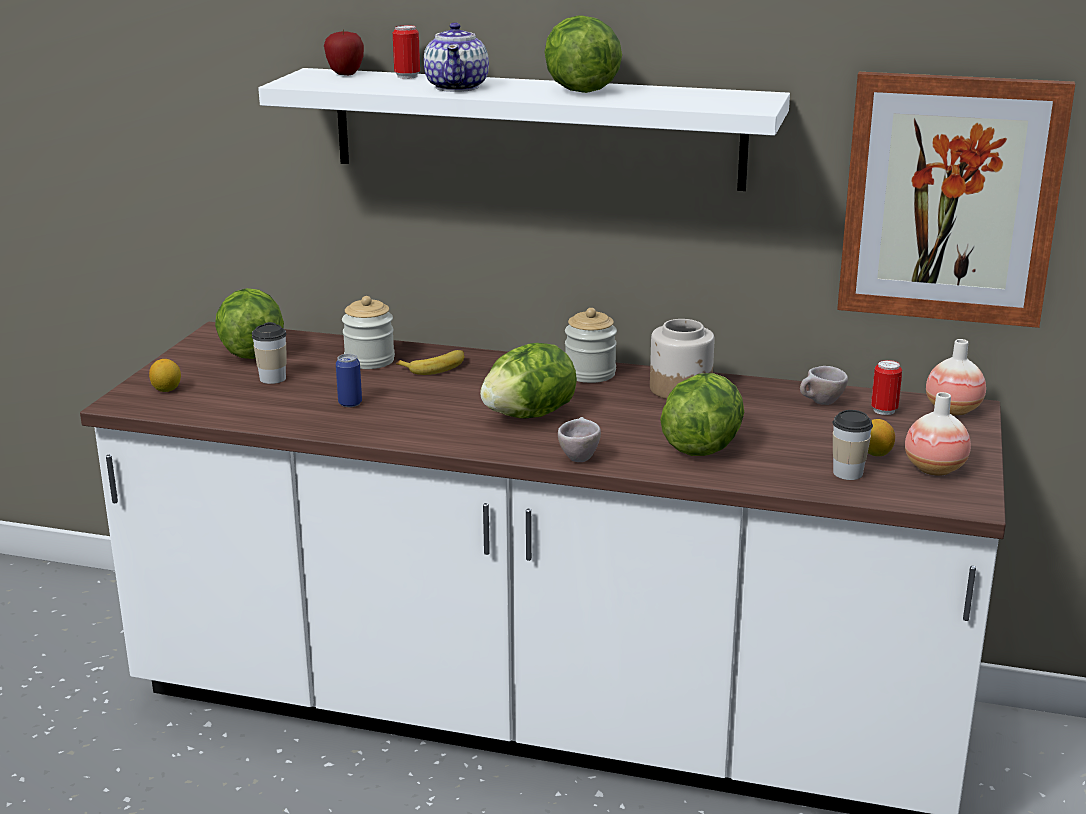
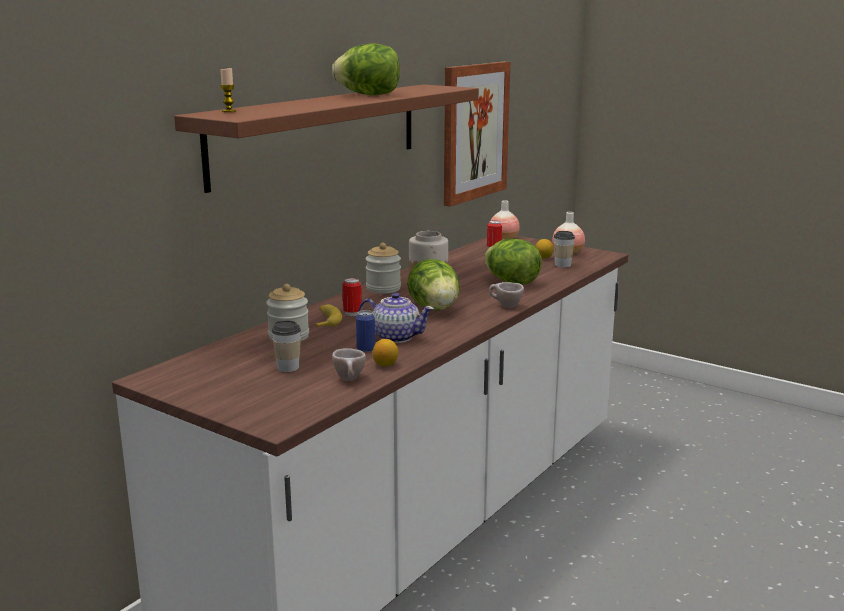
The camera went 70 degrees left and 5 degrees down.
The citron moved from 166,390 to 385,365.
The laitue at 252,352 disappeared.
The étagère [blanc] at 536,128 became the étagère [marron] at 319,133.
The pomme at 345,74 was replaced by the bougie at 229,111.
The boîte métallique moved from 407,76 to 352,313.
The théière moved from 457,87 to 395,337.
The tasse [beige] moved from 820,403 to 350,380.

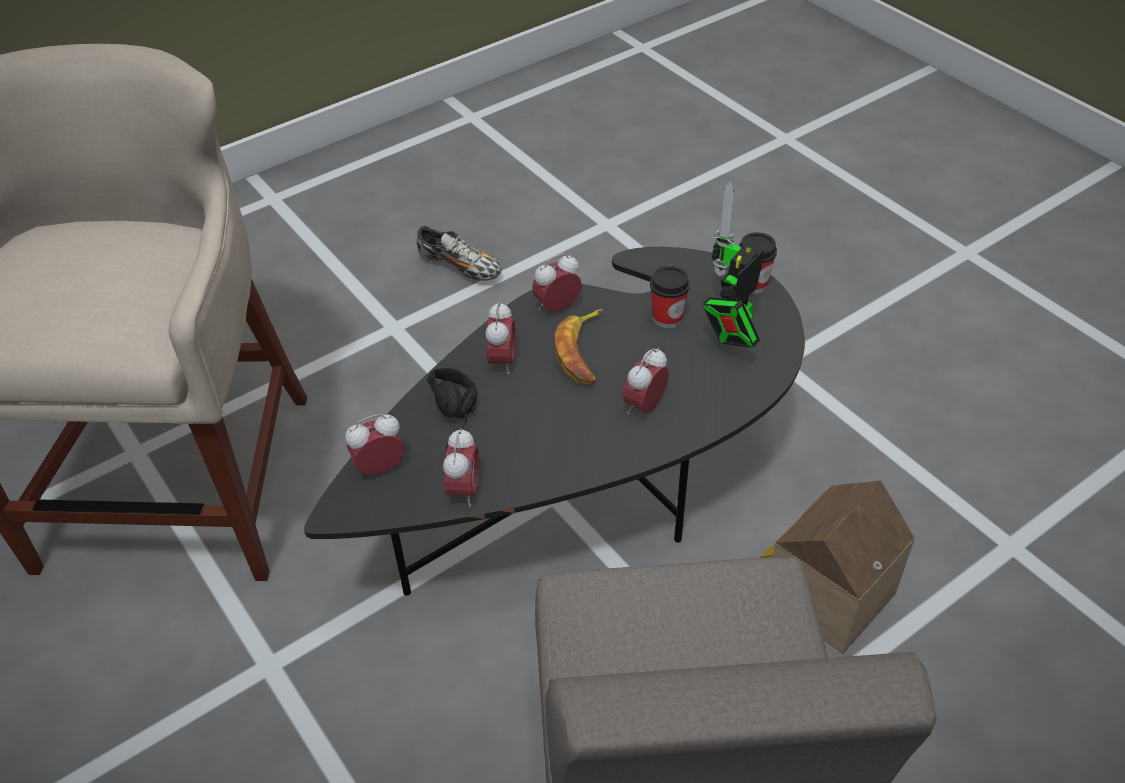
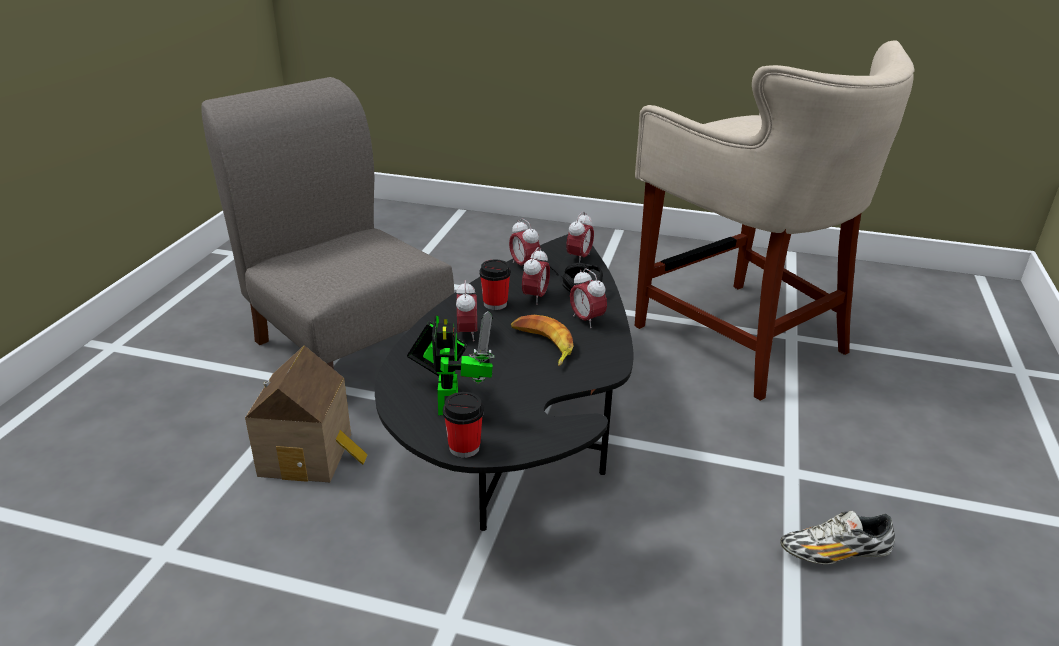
The camera went 140 degrees right and 15 degrees down.
The réveil moved from 557,307 to 535,297.
The tasse moved from 667,318 to 495,304.

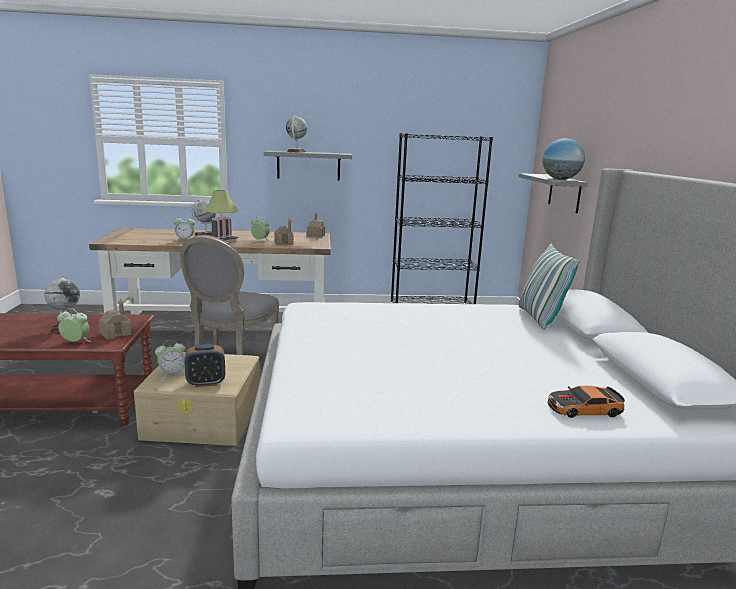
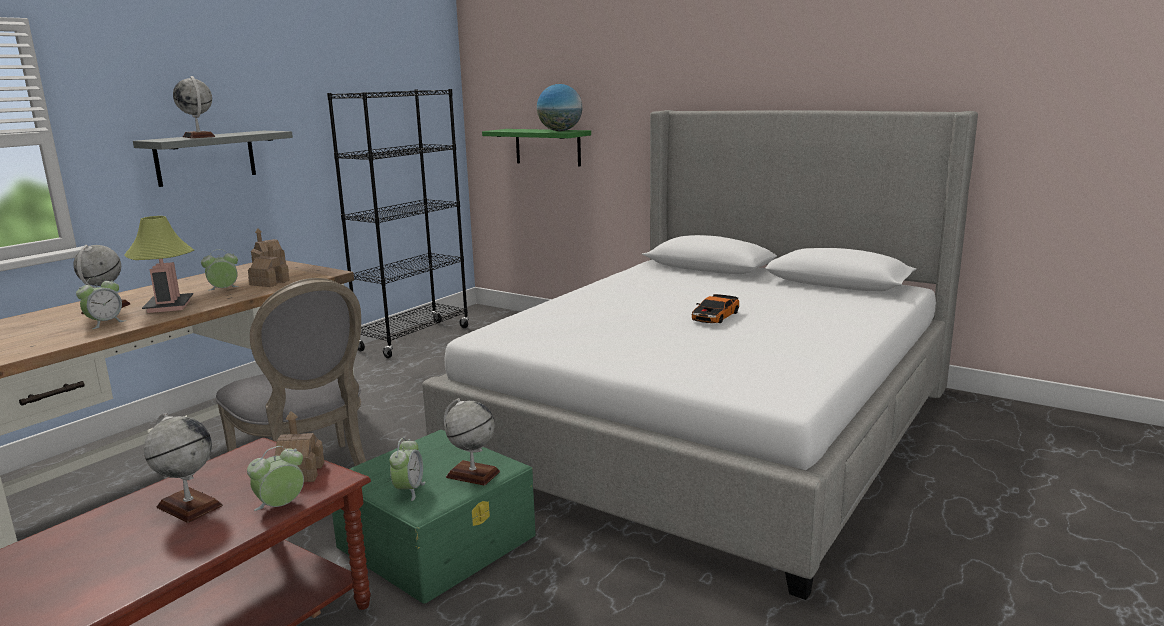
The camera went 50 degrees left and 0 degrees up.
The boîte de rangement [beige] at 204,418 became the boîte de rangement [vert] at 438,540.
The réveil at 206,383 was replaced by the globe at 472,474.
The étagère [gris] at 564,193 became the étagère [vert] at 547,147.
The coussin at 539,318 disappeared.
The petite voiture moved from 584,409 to 715,316.

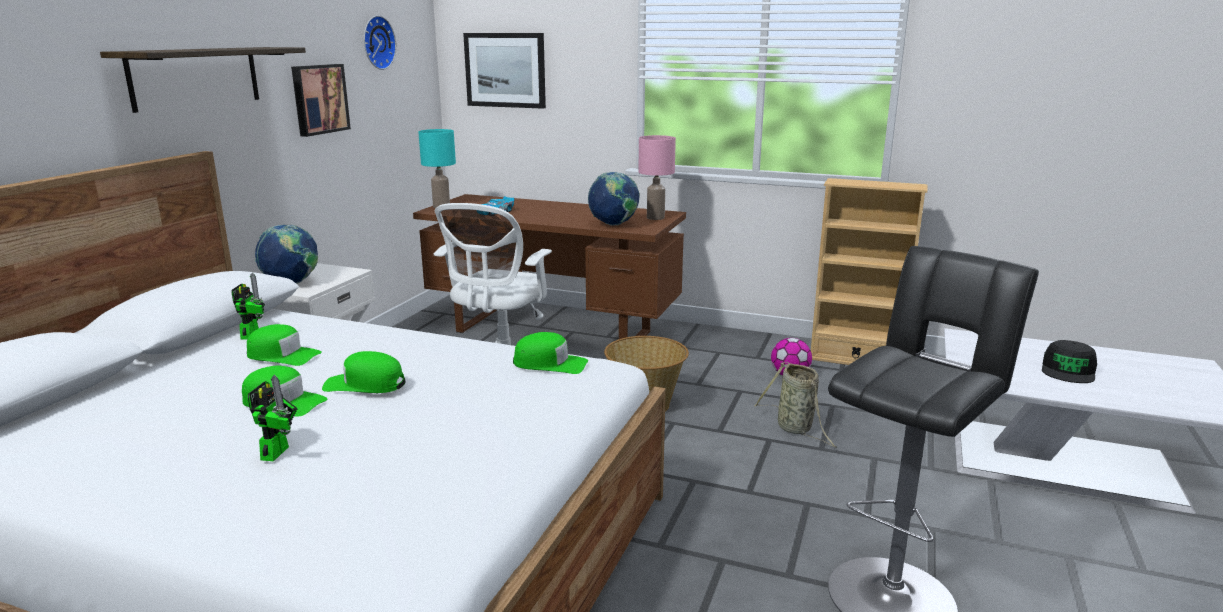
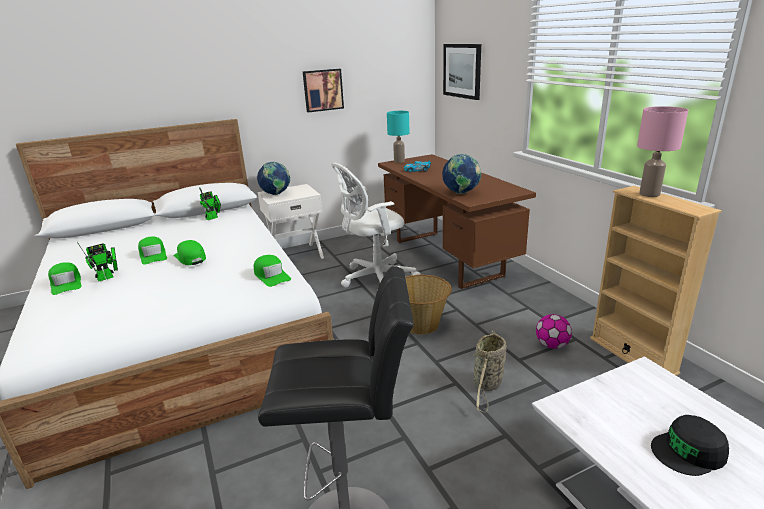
The camera went 45 degrees right and 5 degrees up.
The étagère at 195,77 disappeared.
The casquette [vert] moved from 283,355 to 66,283.
The horloge murale at 376,42 disappeared.
The lampe de table [rose] moved from 655,218 to 648,194.

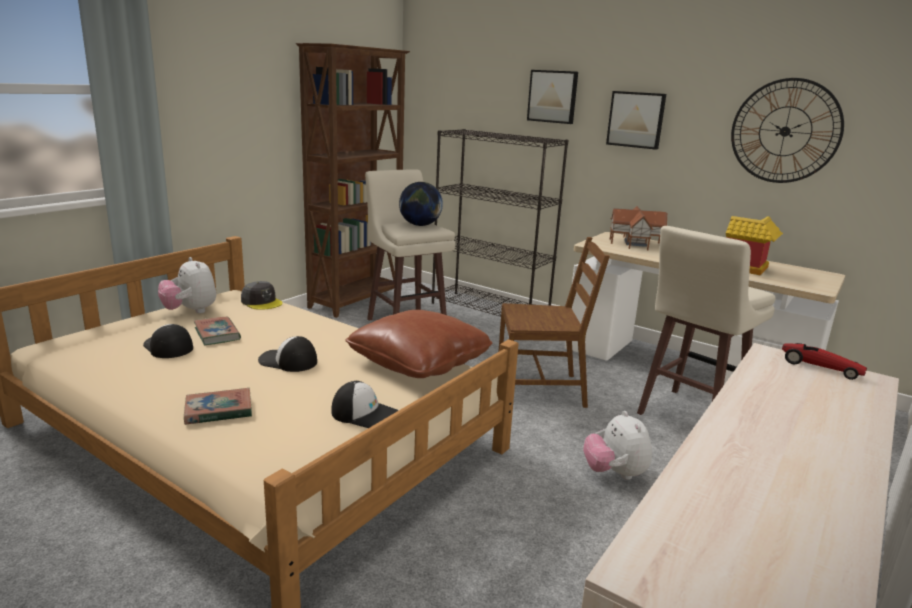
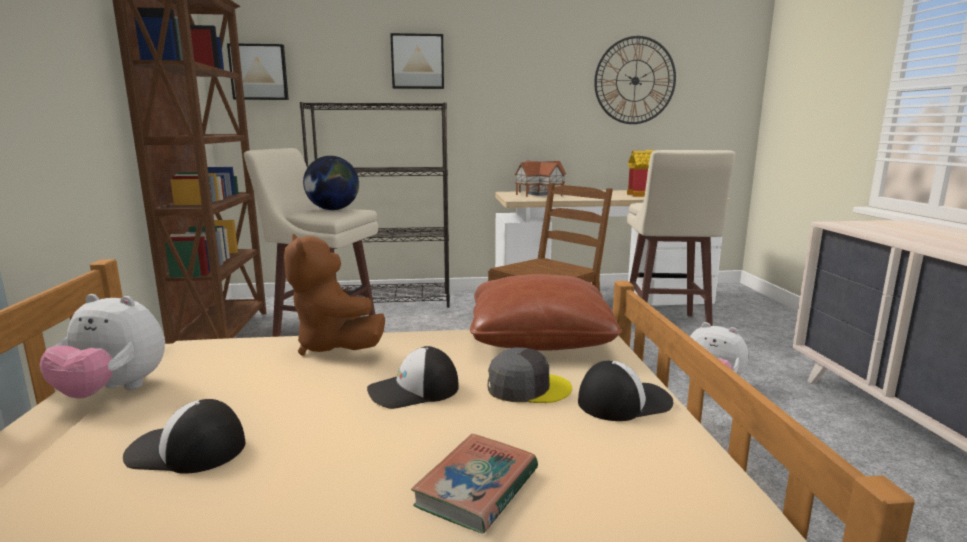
The camera went 40 degrees left and 5 degrees down.
The livre at 217,334 disappeared.
The casquette [gris] moved from 261,302 to 527,387.
The tableau moved from 636,119 to 259,72.
The petite voiture at 820,368 disappeared.
The peluche [marron] at 335,347 appeared.

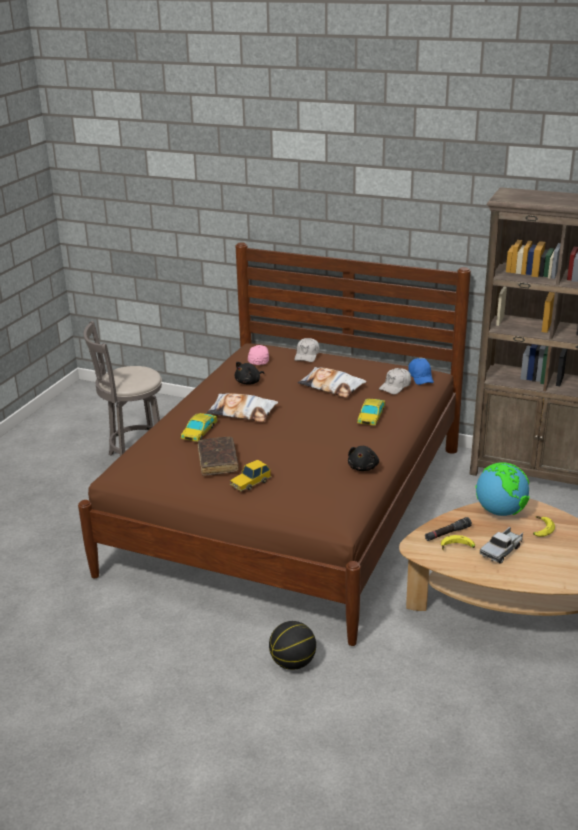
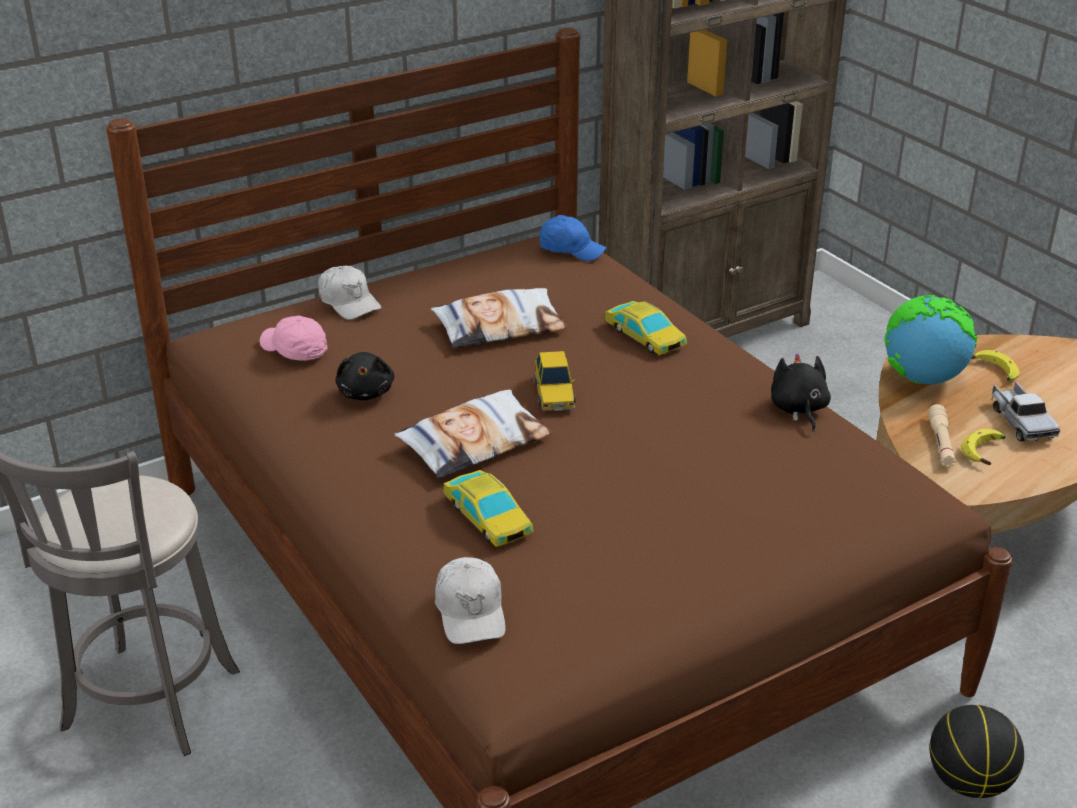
The camera went 55 degrees left and 5 degrees up.
The livre [marron] at 218,461 disappeared.
The petite voiture moved from 250,482 to 554,394.
The peluche [noir] at 363,467 turned 150 degrees counterclockwise.
The casquette [blanc] moved from 395,386 to 471,611.
The lampe de poche [noir] at 447,533 became the lampe de poche [beige] at 941,443.

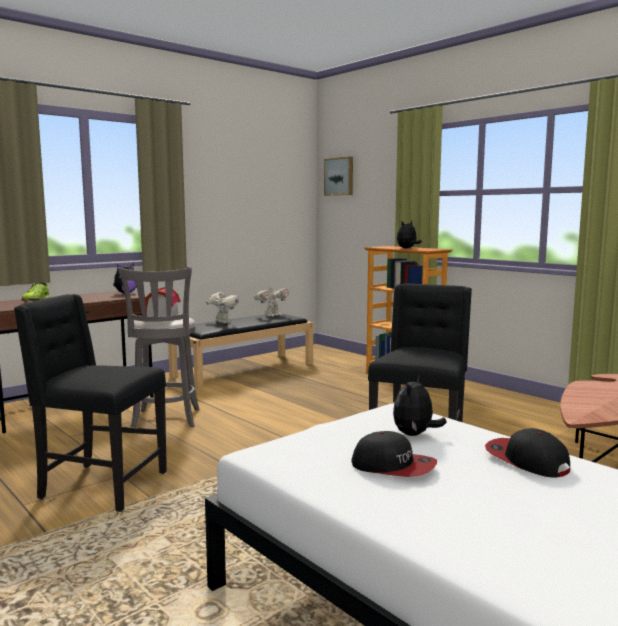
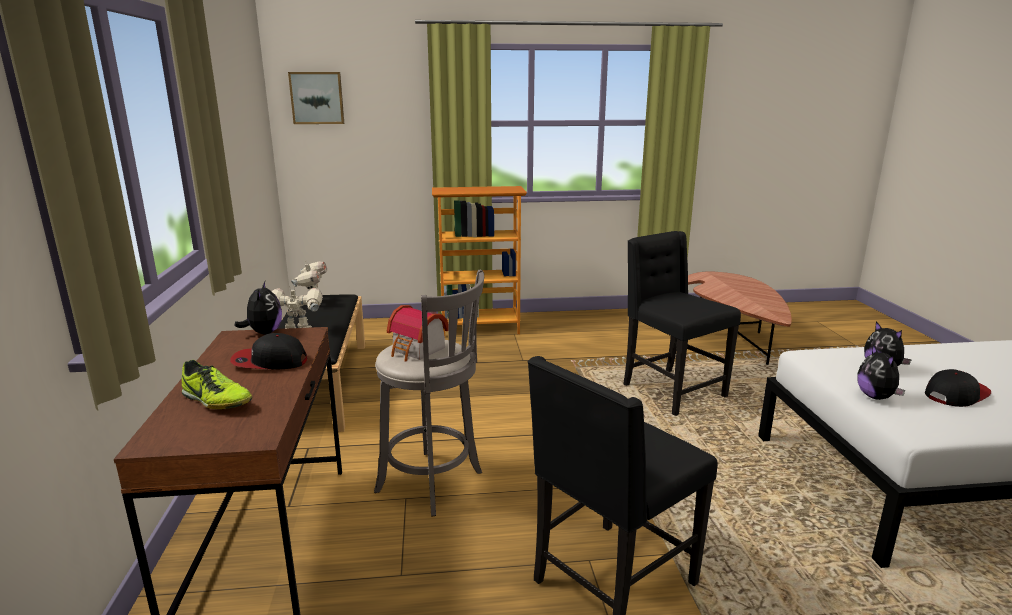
The camera went 55 degrees left and 10 degrees up.
The peluche moved from 407,248 to 876,397.
The casquette moved from 526,460 to 269,362.

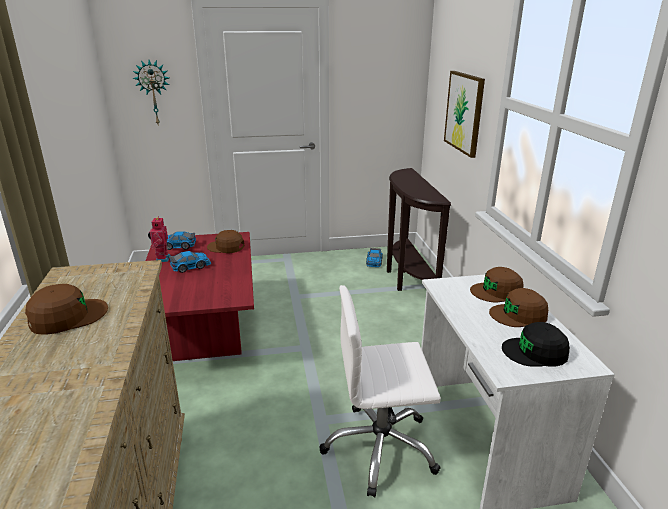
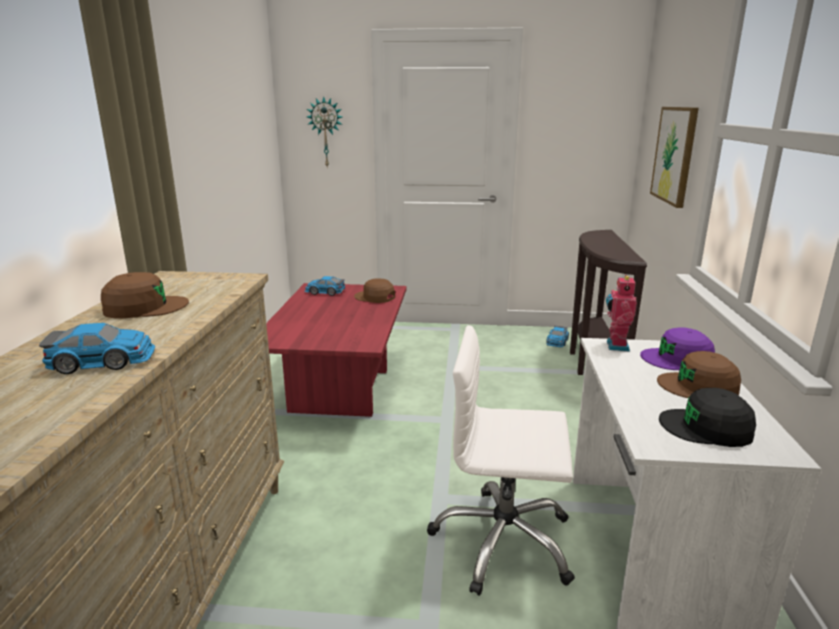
The camera went 15 degrees right and 5 degrees down.
The robot jouet moved from 162,259 to 615,346.
The petite voiture moved from 191,266 to 103,361.
The casquette [marron] at 497,292 became the casquette [violet] at 677,359.

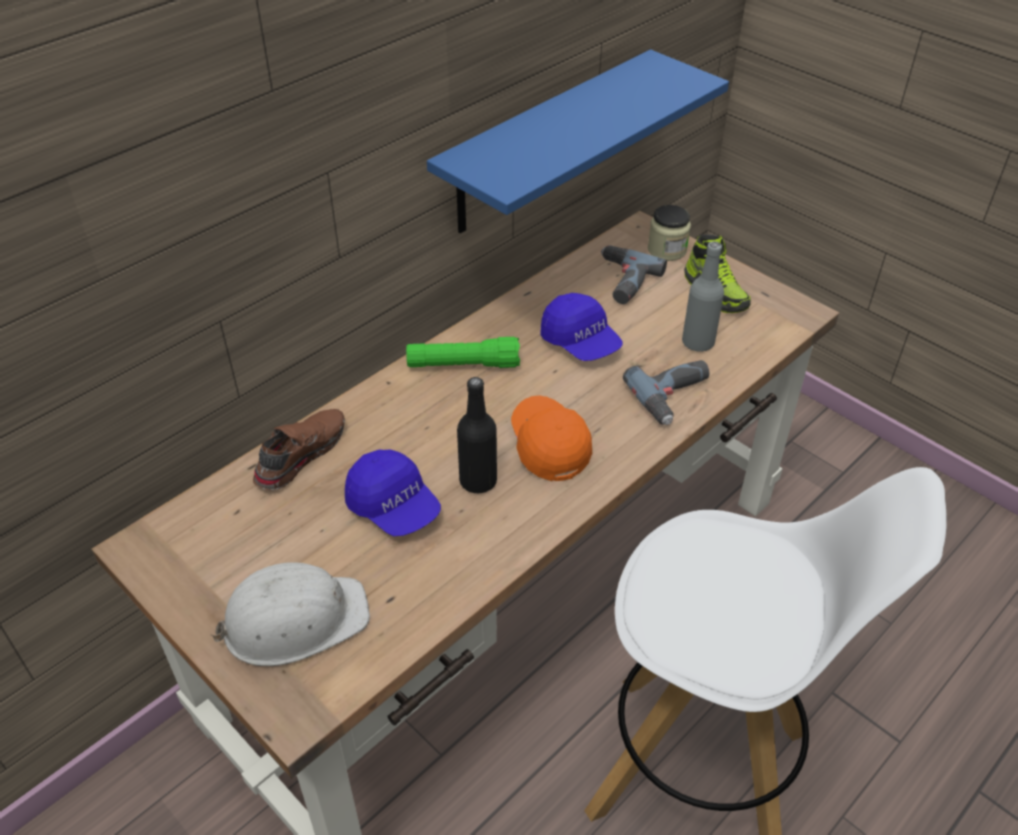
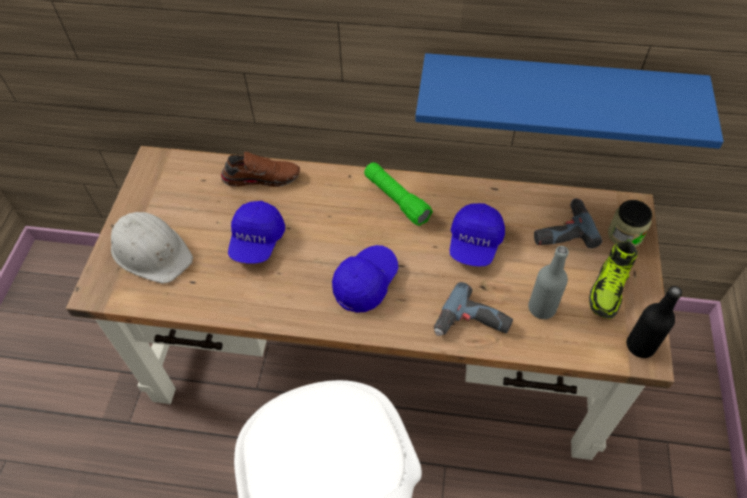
The camera went 55 degrees right and 10 degrees up.
The bouteille [noir] moved from 478,481 to 640,346.
The casquette [orange] at 549,446 became the casquette [bleu] at 365,283.

